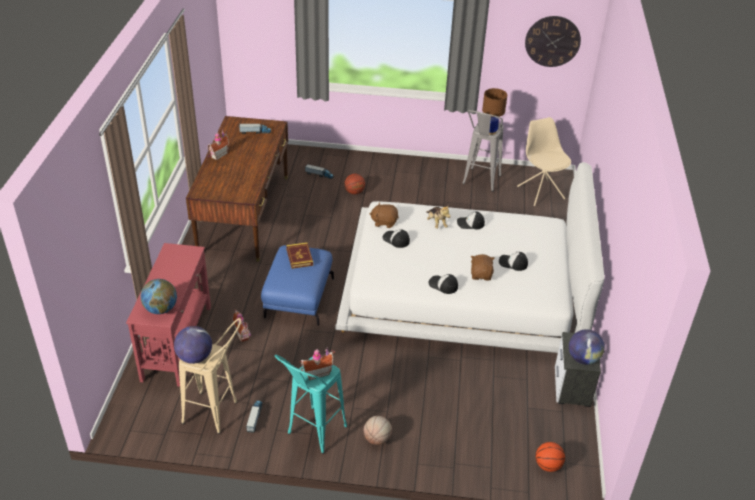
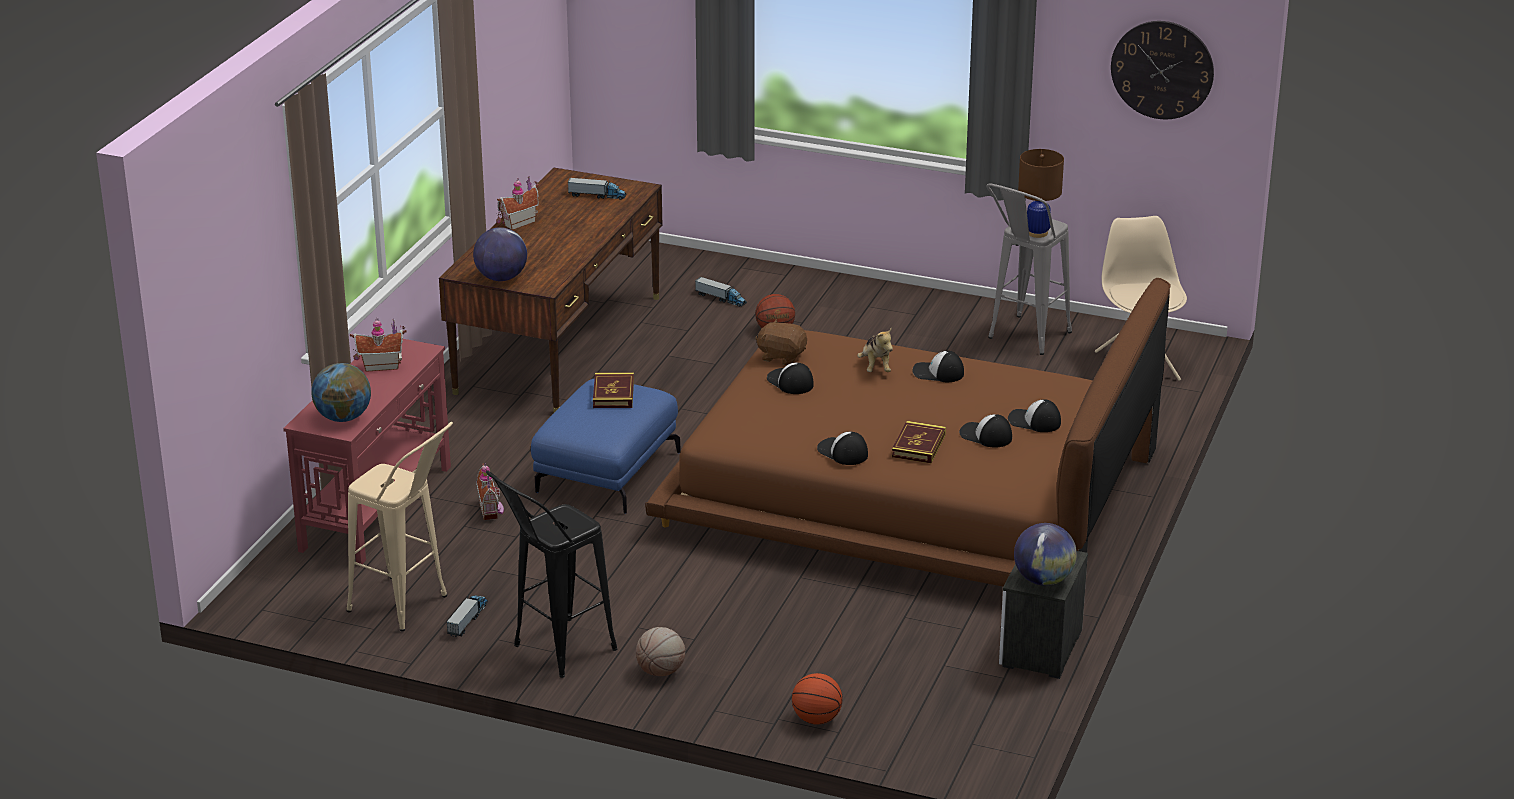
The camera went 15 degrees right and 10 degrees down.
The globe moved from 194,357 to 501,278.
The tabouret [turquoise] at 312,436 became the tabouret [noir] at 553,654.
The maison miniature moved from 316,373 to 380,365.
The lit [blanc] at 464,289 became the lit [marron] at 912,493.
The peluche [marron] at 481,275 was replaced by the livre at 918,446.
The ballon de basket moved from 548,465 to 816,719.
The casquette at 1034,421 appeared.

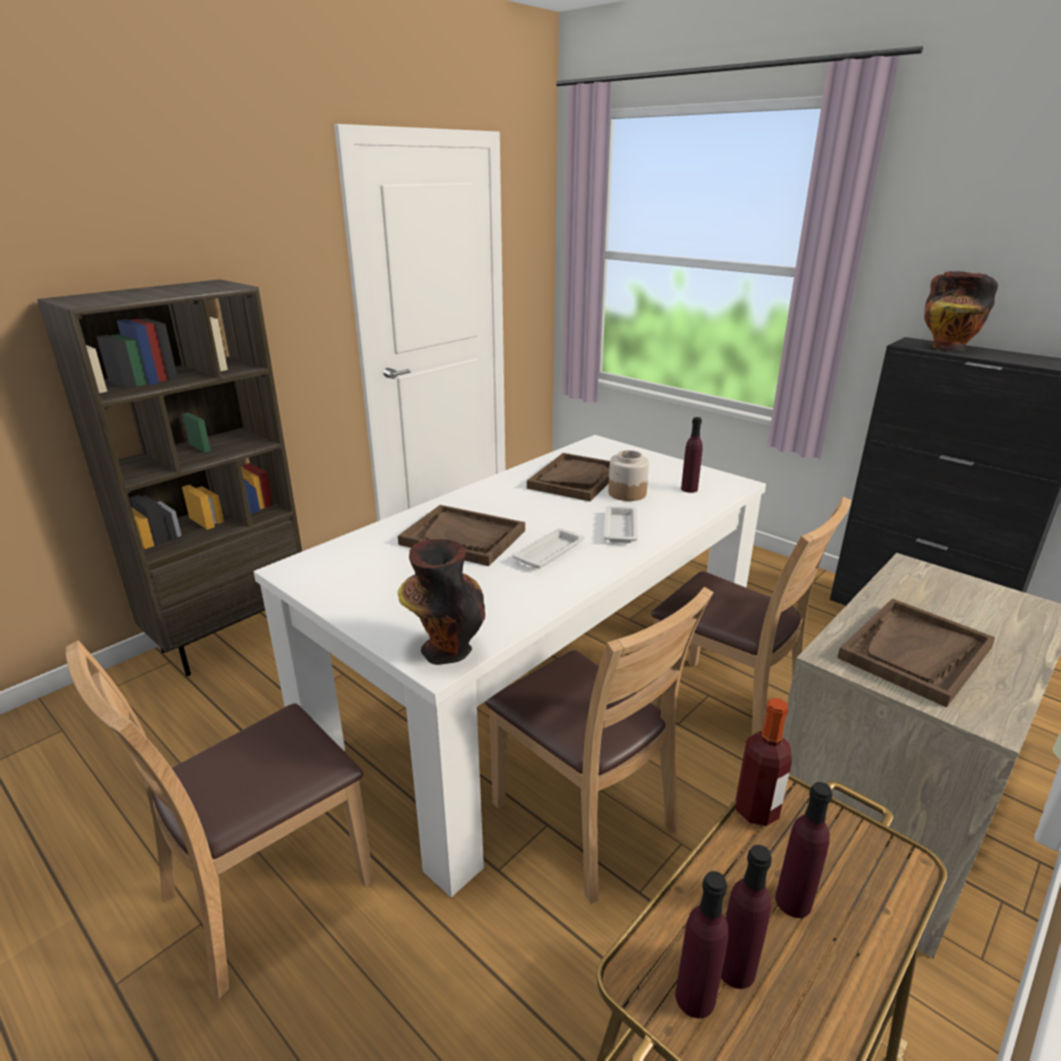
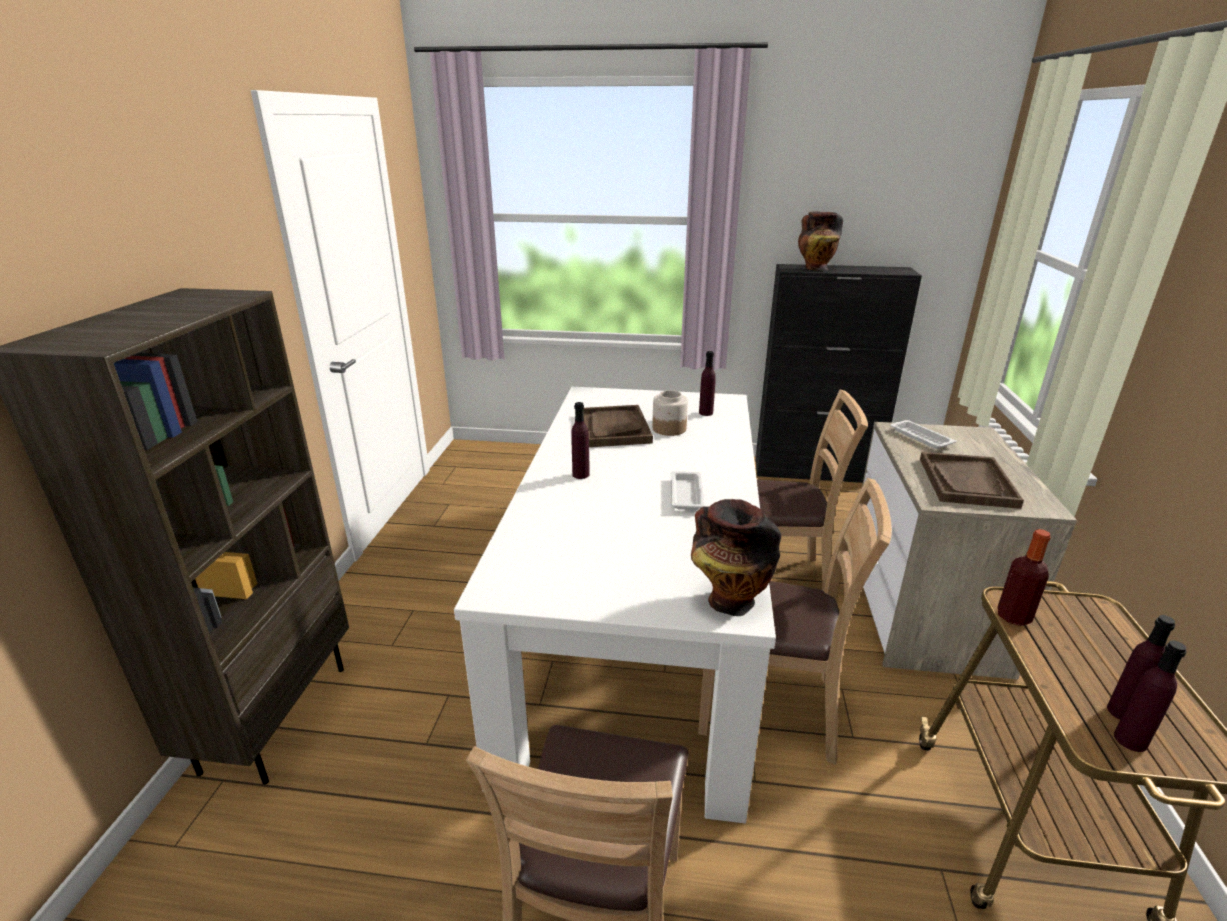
The camera went 35 degrees left and 0 degrees up.
The plateau [marron] at 463,537 disappeared.
The plateau [blanc] moved from 620,528 to 920,437.
The bouteille [violet] moved from 793,901 to 581,474.

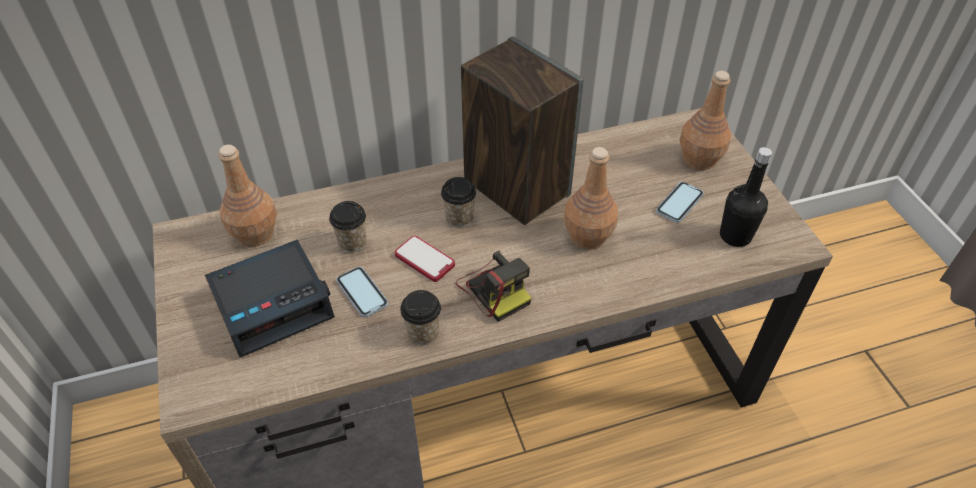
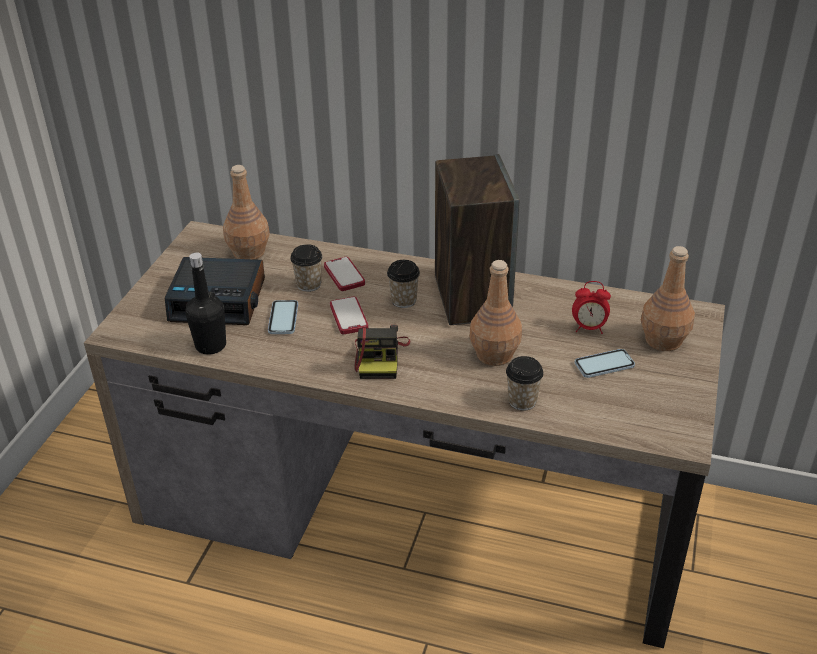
The camera went 35 degrees right and 10 degrees down.
The tasse moved from 423,333 to 522,401.
The bouteille [noir] moved from 735,236 to 211,345.
The téléphone at 344,275 appeared.
The réveil at 589,328 appeared.

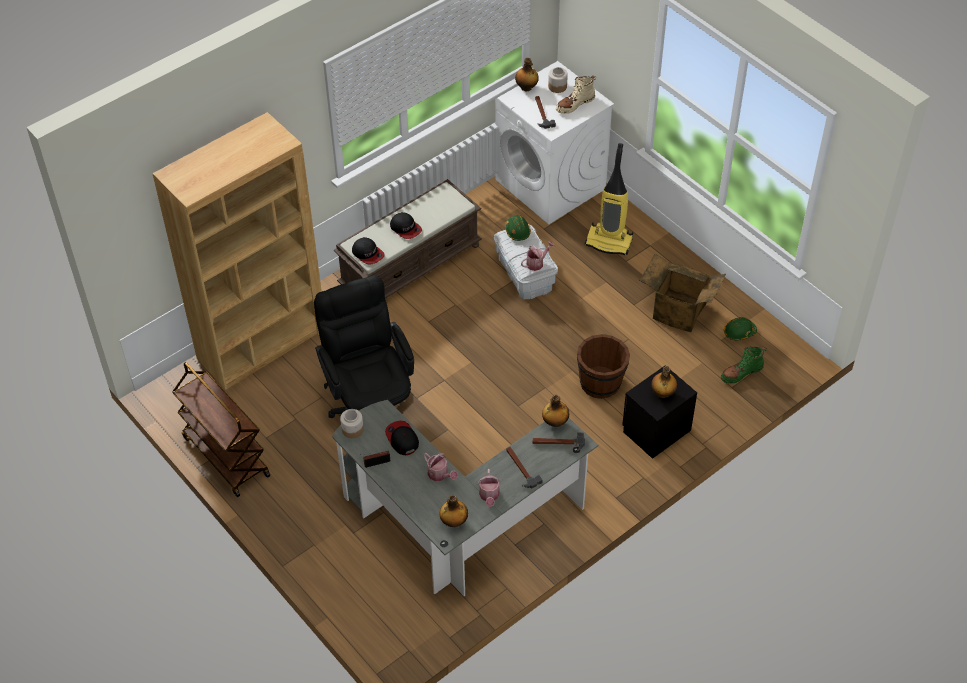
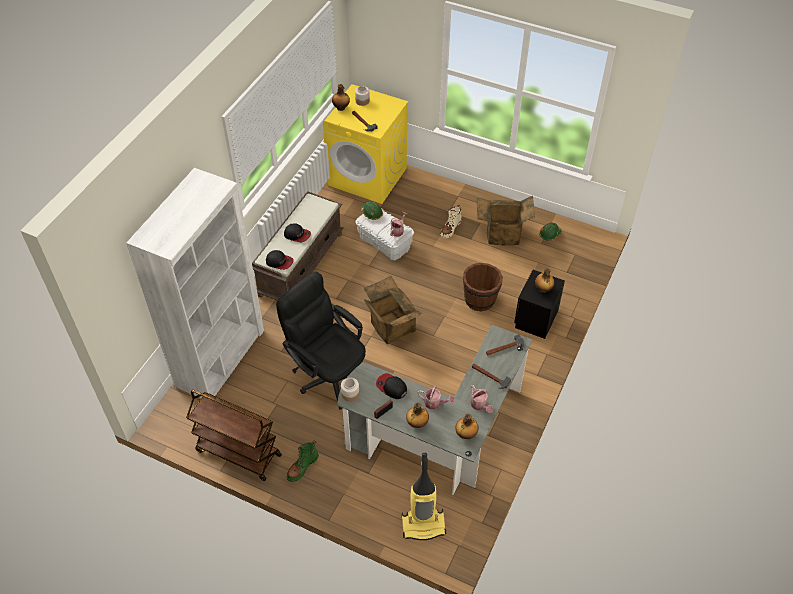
The camera went 25 degrees left and 0 degrees up.
The bibliothèque [marron] at 262,344 became the bibliothèque [blanc] at 220,357.
The lave-linge [blanc] at 551,184 became the lave-linge [jaune] at 368,176.
The bouteille moved from 555,422 to 417,423.
The botte [beige] moved from 575,104 to 450,228.
The aspirateur moved from 609,241 to 423,524.
The botte [vert] moved from 741,373 to 302,467.
The carton at 390,327 appeared.

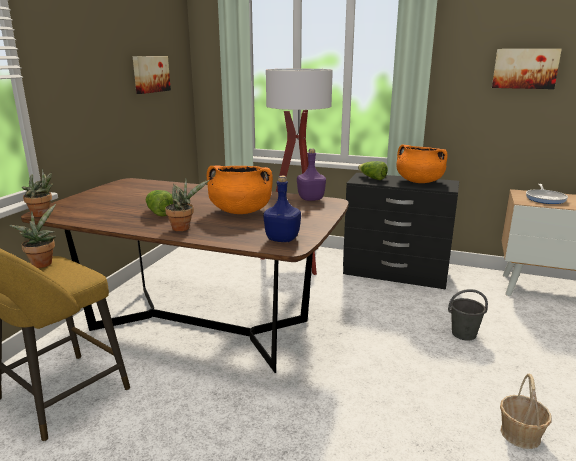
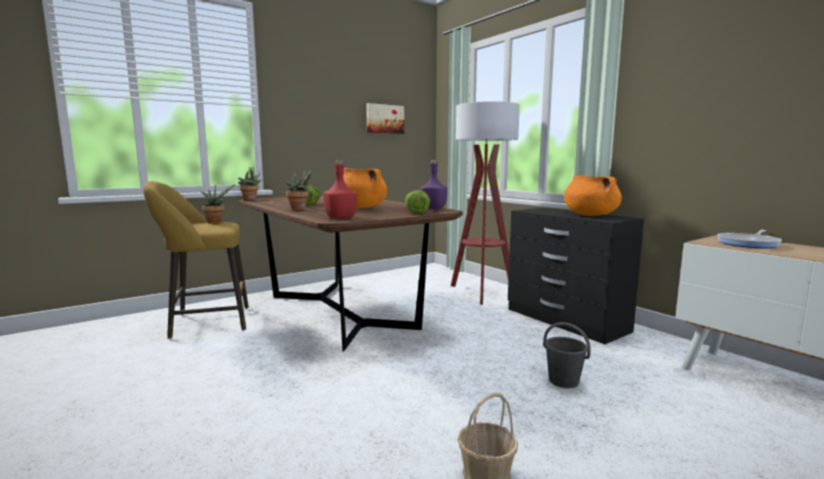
The camera went 35 degrees right and 10 degrees down.
The bouteille [bleu] at 283,239 became the bouteille [rouge] at 341,218.
The laitue moved from 372,178 to 416,212.
The tableau at 525,68 disappeared.

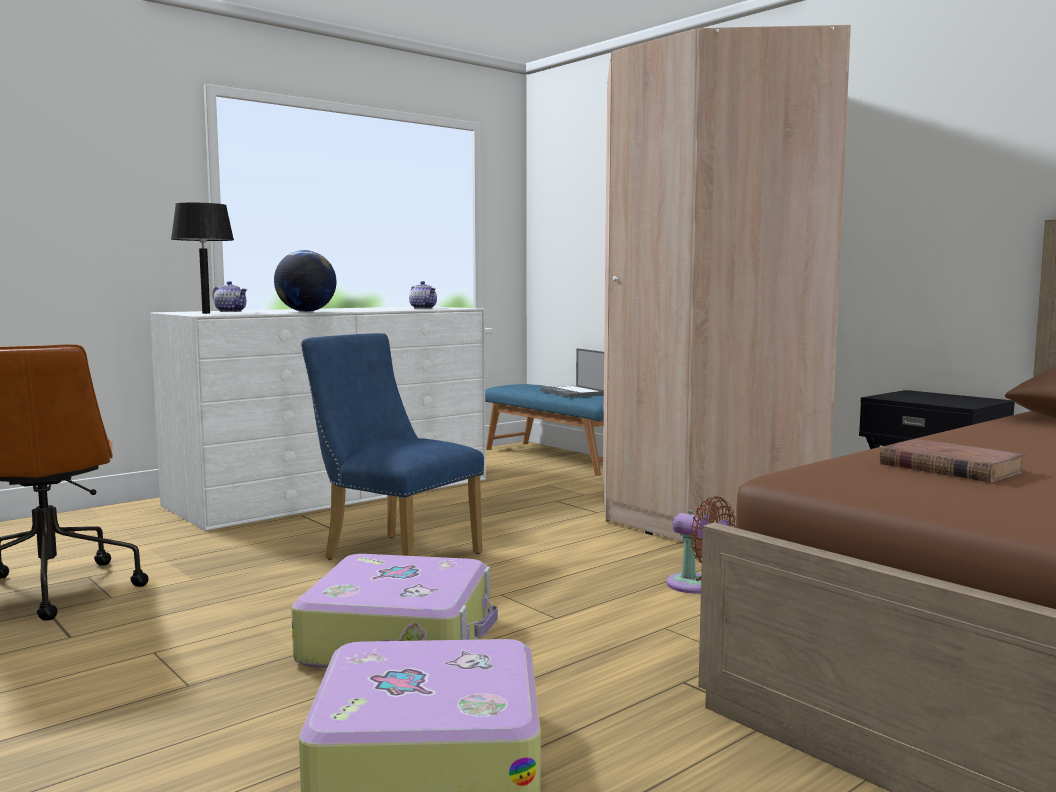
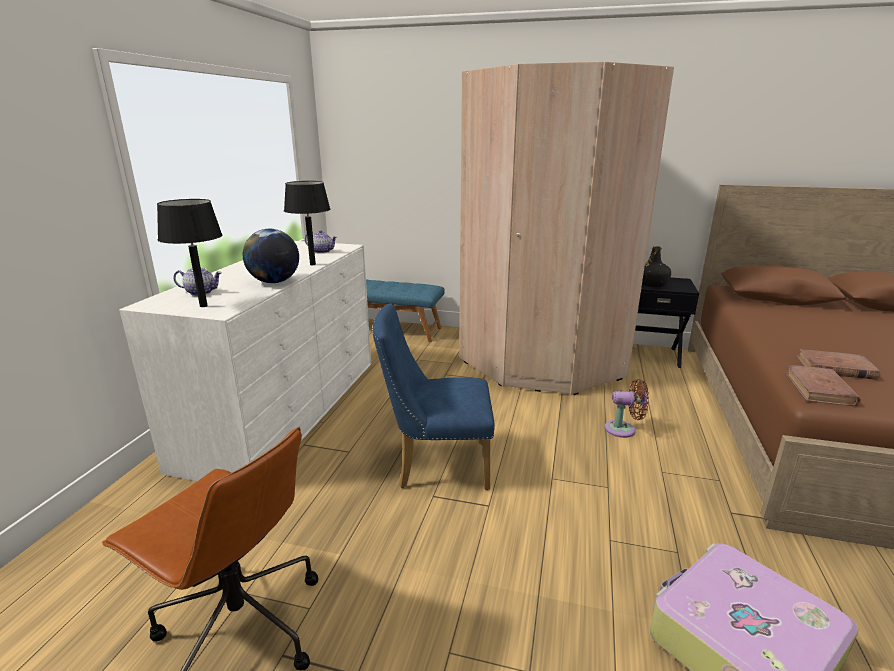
The camera went 35 degrees left and 15 degrees up.
The valise at 400,639 disappeared.
The ordinateur portable at 573,392 disappeared.
The lampe de table [noir] at 313,264 appeared.
The bouteille [noir] at 651,284 appeared.
The livre [marron] at 819,389 appeared.

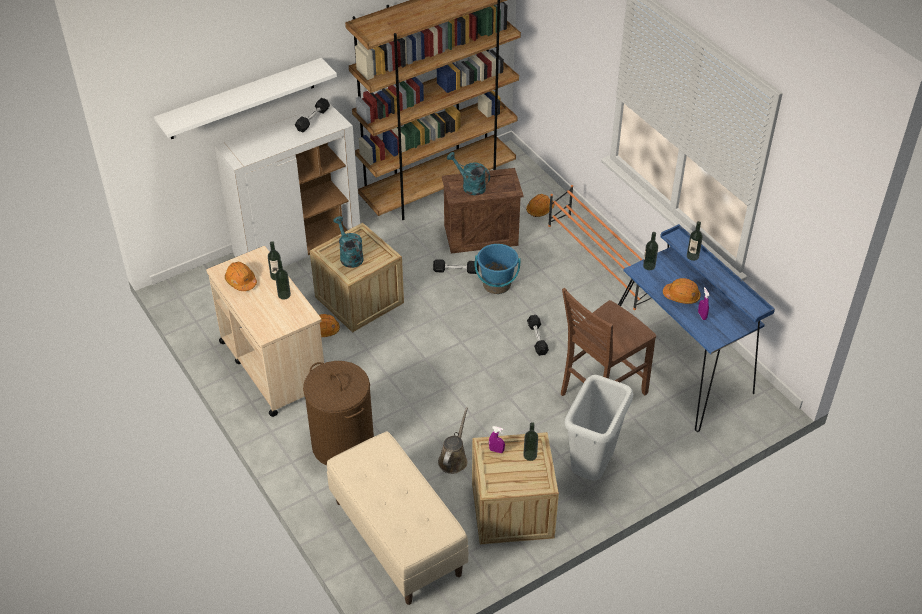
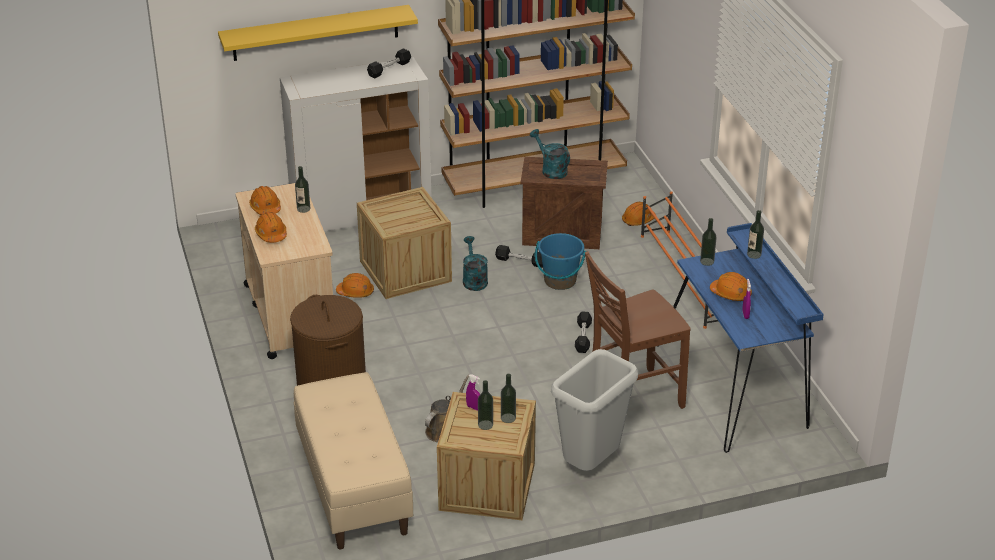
The camera went 15 degrees right and 10 degrees down.
The étagère [blanc] at 242,99 became the étagère [jaune] at 315,33.
The bouteille moved from 284,295 to 485,425.
The arrosoir [turquoise] moved from 349,256 to 474,279.
The casque de chantier [orange] at 271,234 appeared.

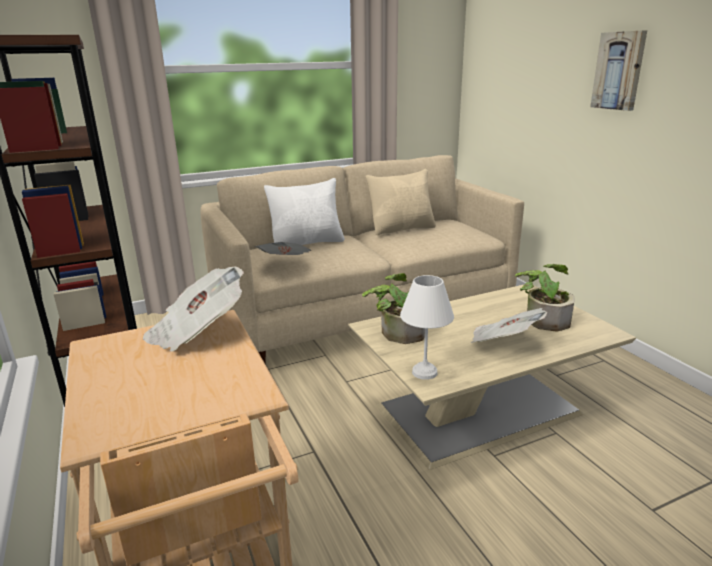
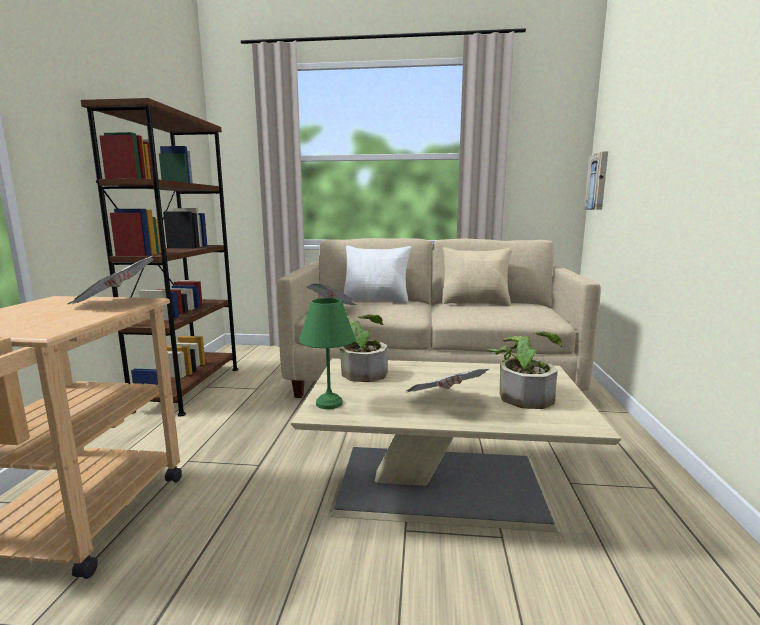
The camera went 30 degrees right and 10 degrees down.
The lampe de table [blanc] at 423,372 became the lampe de table [vert] at 328,403.
The tableau moved from 619,71 to 598,182.

